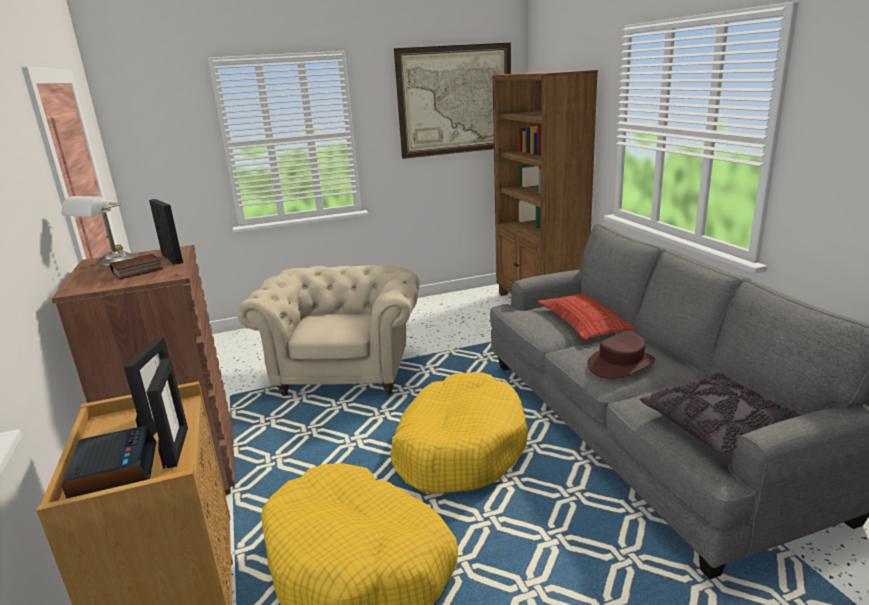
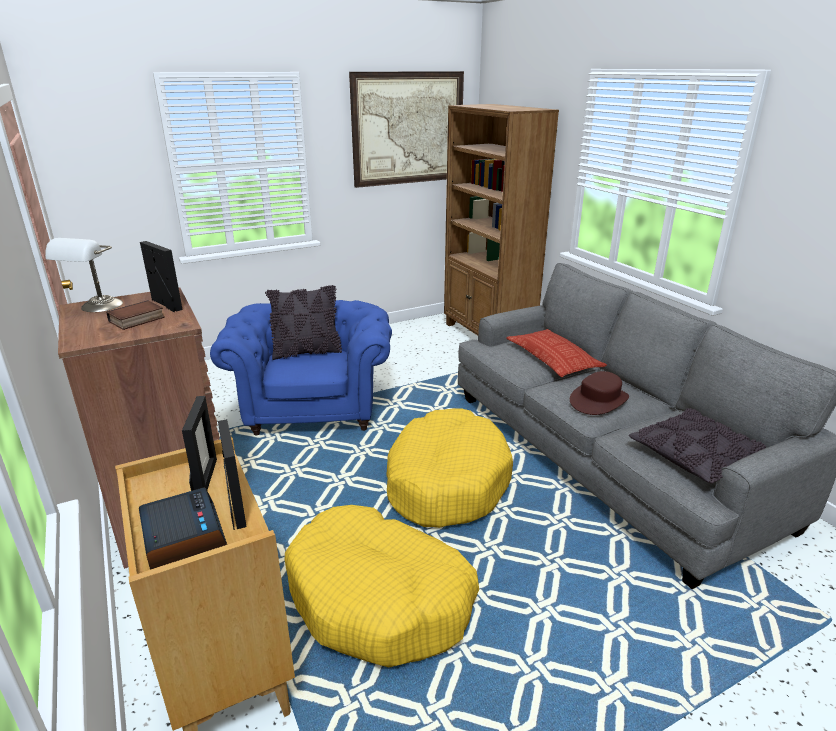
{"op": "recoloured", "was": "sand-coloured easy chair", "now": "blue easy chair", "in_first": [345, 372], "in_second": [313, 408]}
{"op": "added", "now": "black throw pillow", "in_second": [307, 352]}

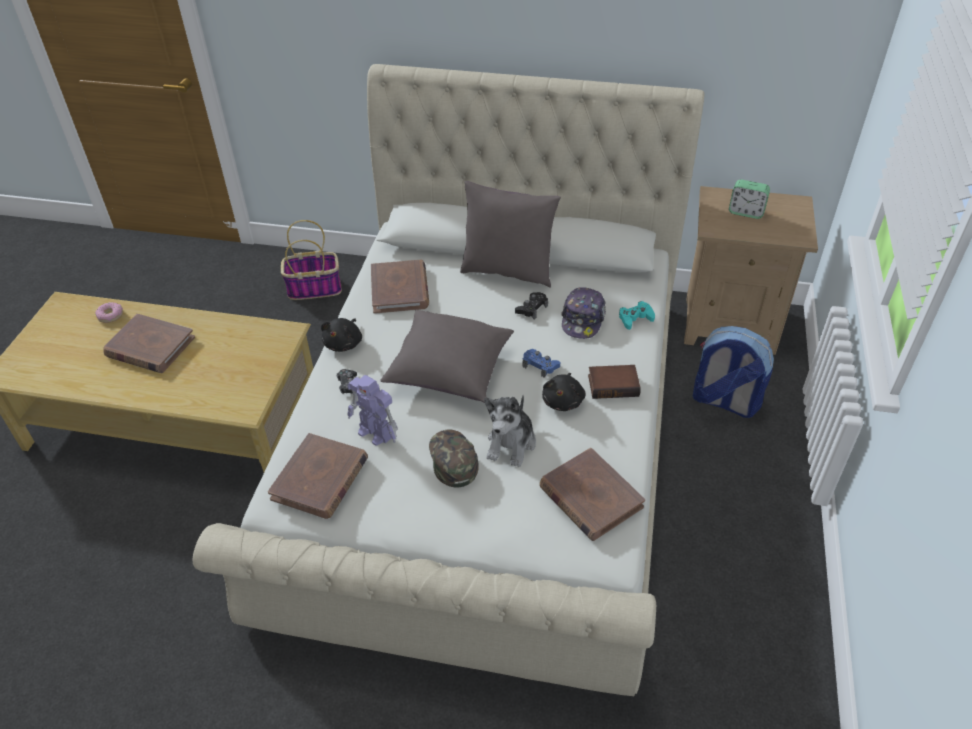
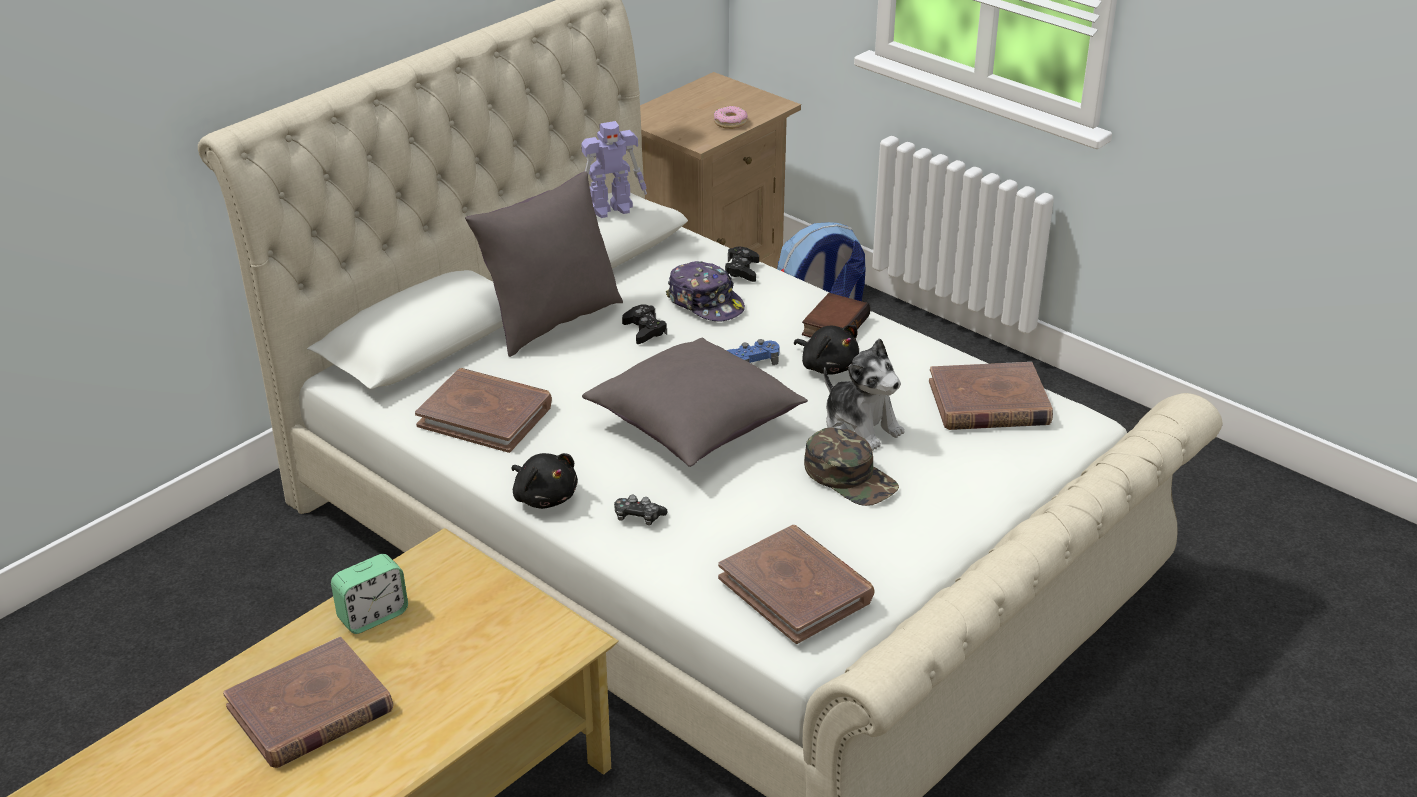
{"op": "moved", "was": "alarm clock", "in_first": [746, 212], "in_second": [373, 616]}
{"op": "moved", "was": "toy robot", "in_first": [376, 433], "in_second": [612, 208]}
{"op": "moved", "was": "ring doughnut", "in_first": [110, 315], "in_second": [730, 122]}
{"op": "recoloured", "was": "blue-green joypad", "now": "black joypad", "in_first": [635, 318], "in_second": [742, 270]}
{"op": "turned", "was": "green baseball cap", "in_first": [452, 459], "in_second": [850, 476], "clockwise": -150}
{"op": "removed", "was": "household basket", "in_first": [315, 288]}

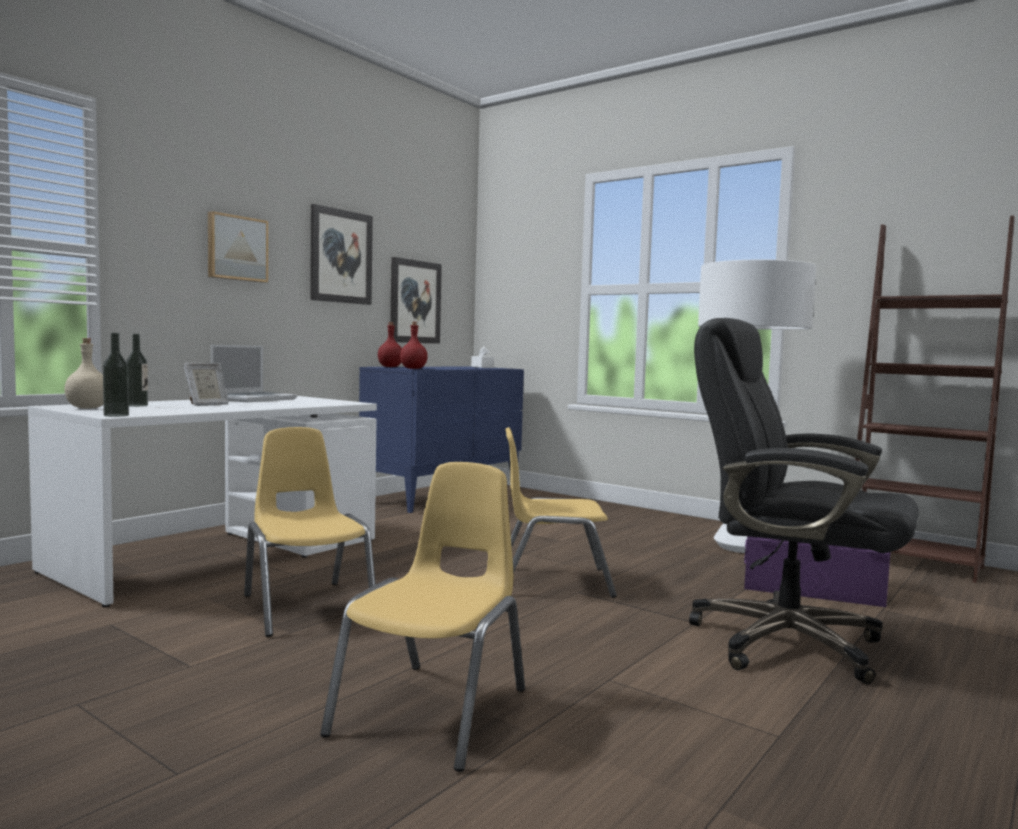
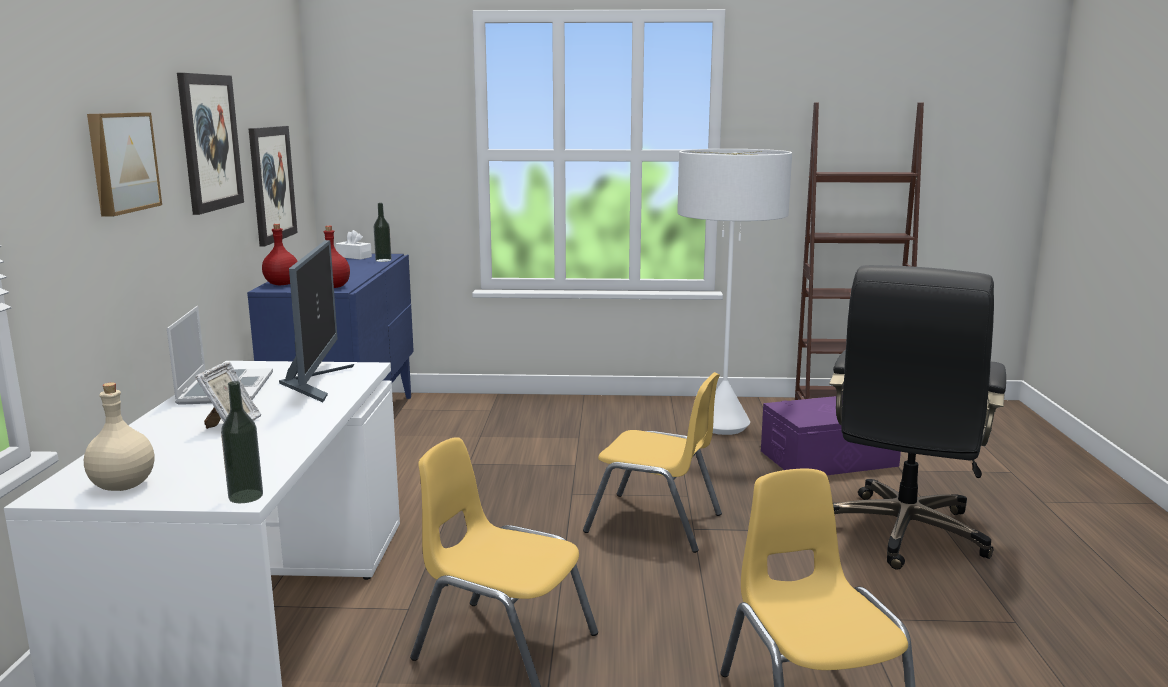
{"op": "added", "now": "monitor", "in_second": [315, 382]}
{"op": "moved", "was": "drink bottle", "in_first": [137, 405], "in_second": [383, 260]}
{"op": "turned", "was": "yellow plain chair", "in_first": [552, 581], "in_second": [654, 523], "clockwise": -120}
{"op": "turned", "was": "black office chair", "in_first": [790, 644], "in_second": [903, 529], "clockwise": -60}

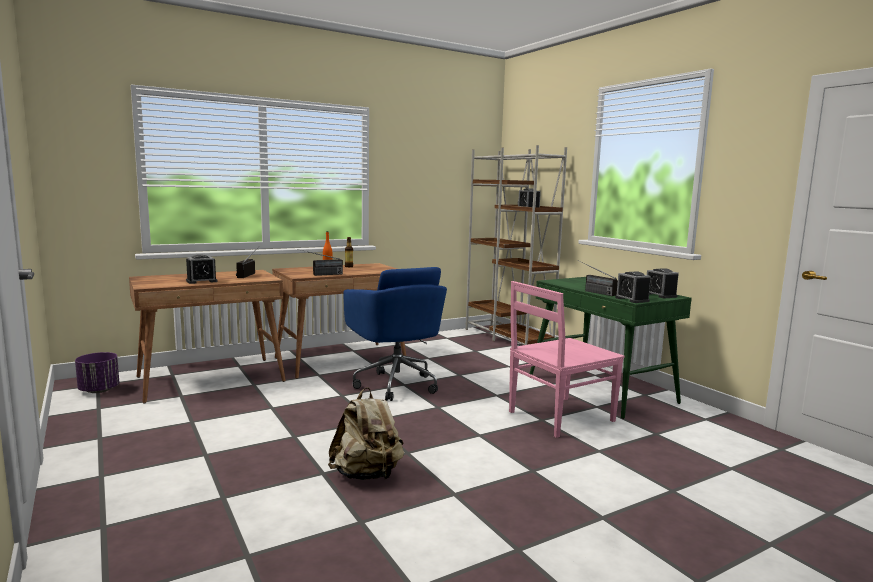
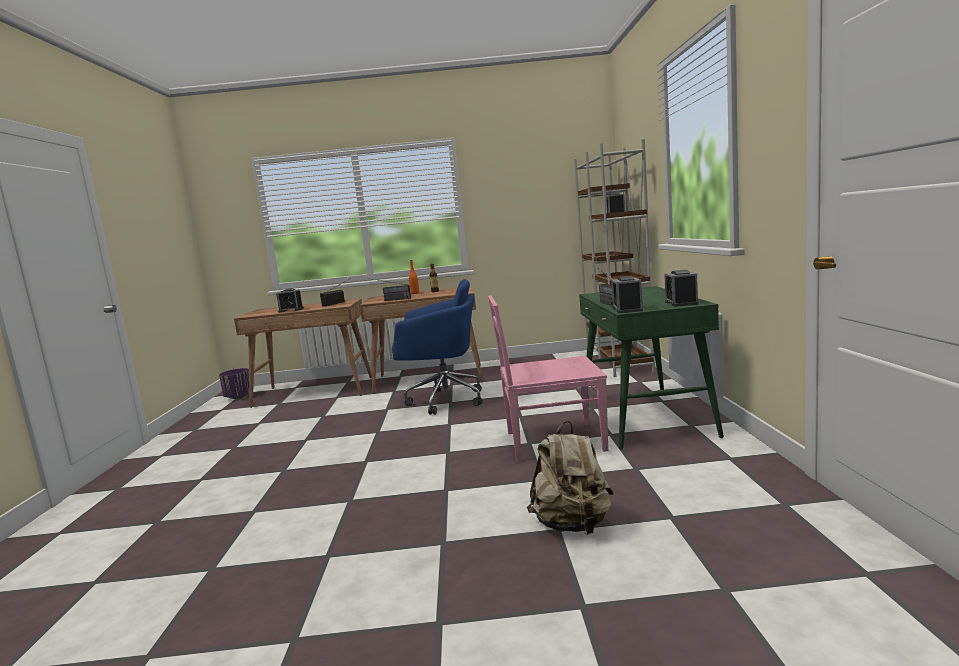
{"op": "turned", "was": "blue office chair", "in_first": [394, 384], "in_second": [442, 401], "clockwise": -90}
{"op": "moved", "was": "sand-coloured knapsack", "in_first": [367, 475], "in_second": [572, 525]}

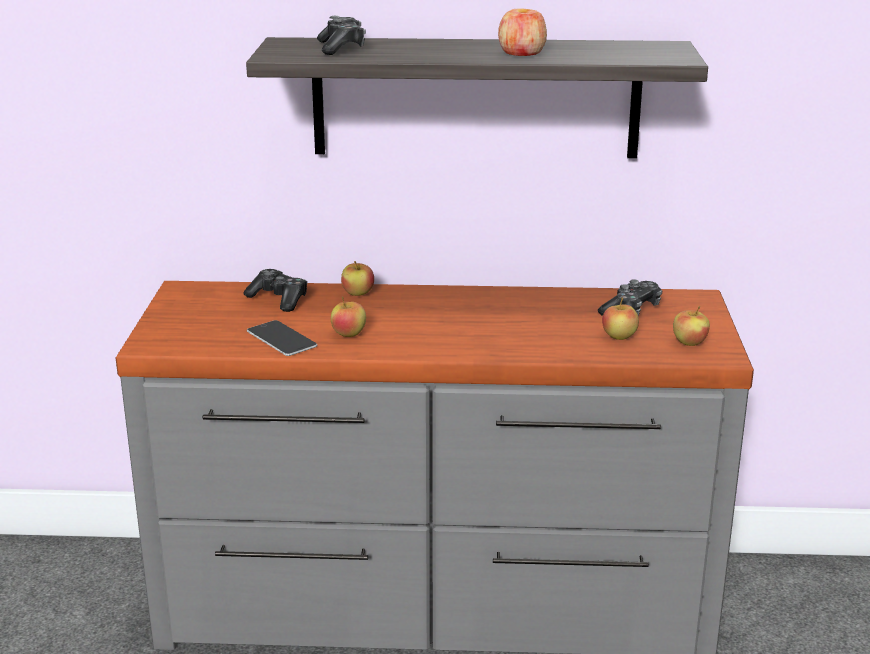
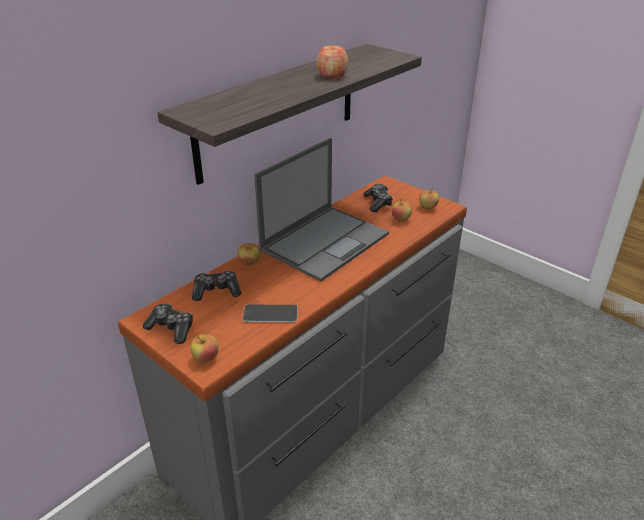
{"op": "moved", "was": "joypad", "in_first": [341, 48], "in_second": [171, 329]}
{"op": "moved", "was": "whole apple", "in_first": [348, 334], "in_second": [206, 358]}
{"op": "added", "now": "portable computer", "in_second": [325, 241]}

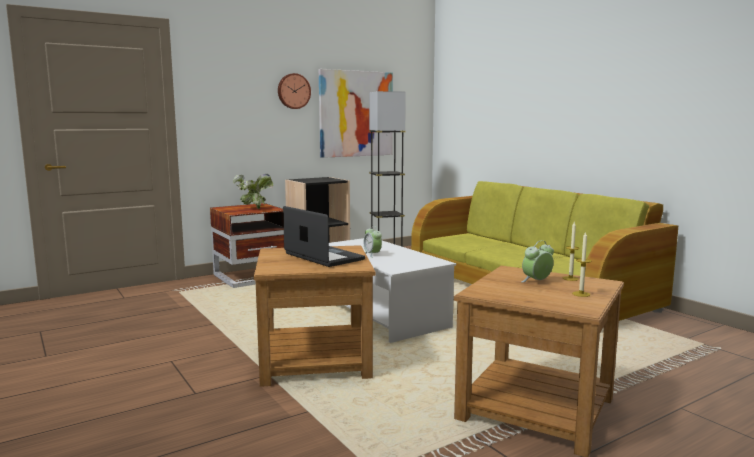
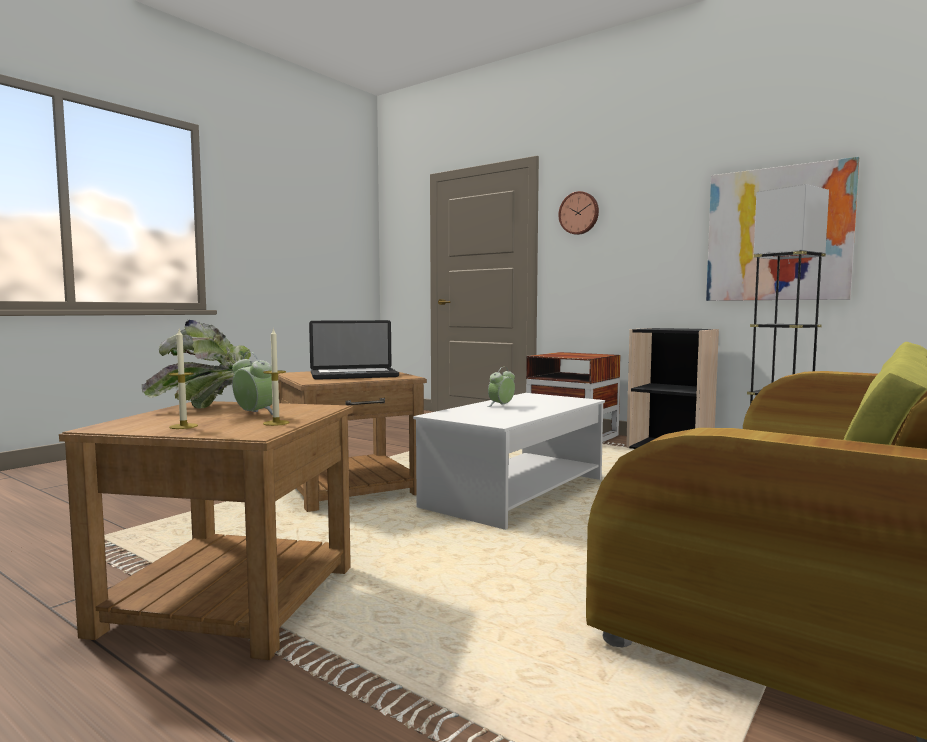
{"op": "moved", "was": "plant in a pot", "in_first": [253, 208], "in_second": [208, 406]}
{"op": "turned", "was": "portable computer", "in_first": [323, 257], "in_second": [354, 375], "clockwise": 45}
{"op": "moved", "was": "clock on the wall", "in_first": [293, 91], "in_second": [579, 213]}

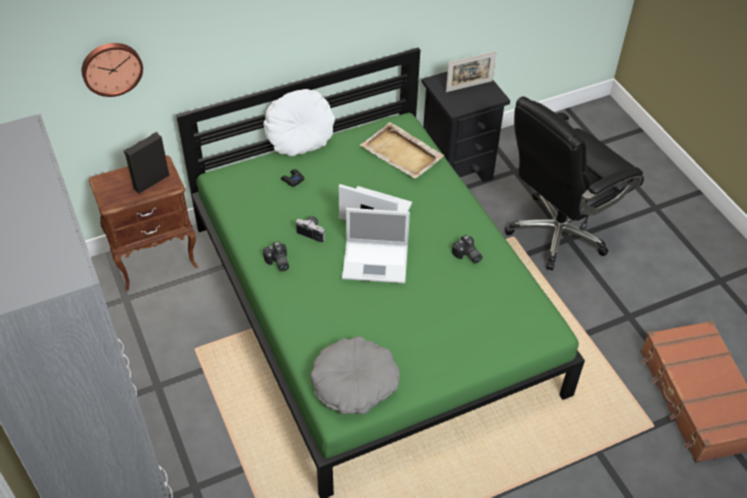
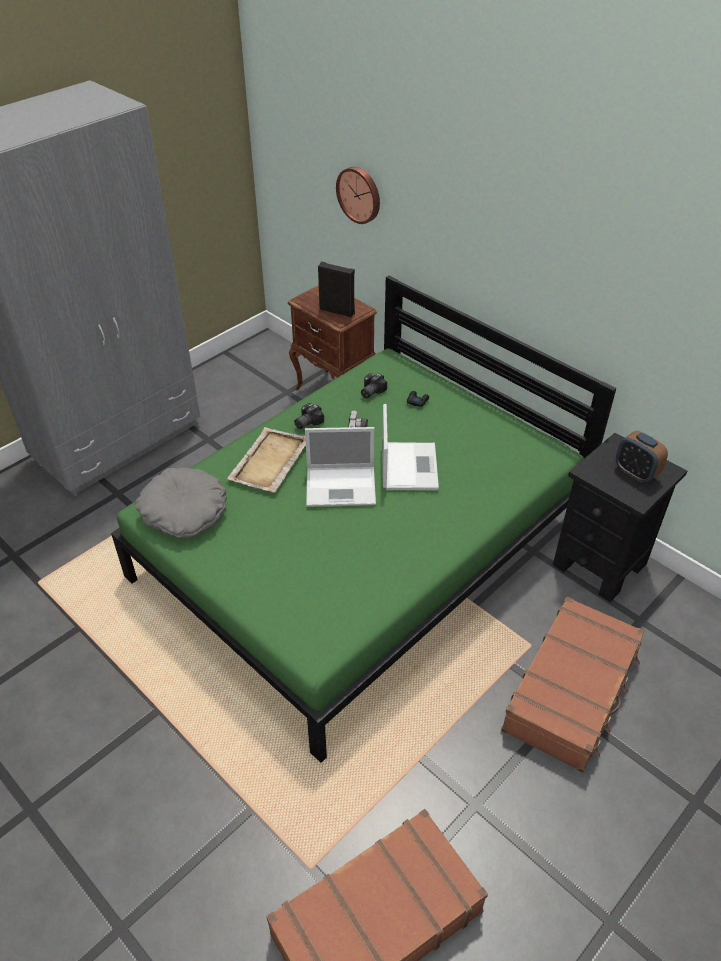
{"op": "moved", "was": "sand-coloured serving tray", "in_first": [402, 153], "in_second": [269, 462]}
{"op": "turned", "was": "portable computer", "in_first": [376, 262], "in_second": [342, 486], "clockwise": -75}
{"op": "moved", "was": "photo camera", "in_first": [467, 256], "in_second": [370, 391]}
{"op": "replaced", "was": "black office chair", "now": "brown travel case", "in_first": [559, 231], "in_second": [572, 691]}
{"op": "replaced", "was": "photo frame", "now": "alarm clock", "in_first": [469, 86], "in_second": [635, 472]}
{"op": "removed", "was": "whitish throw pillow", "in_first": [300, 145]}

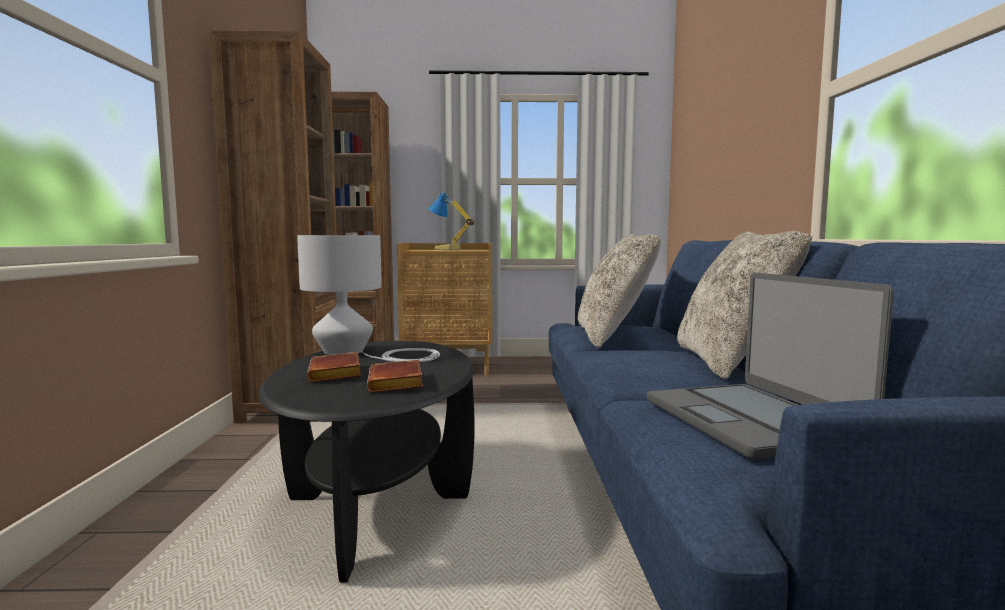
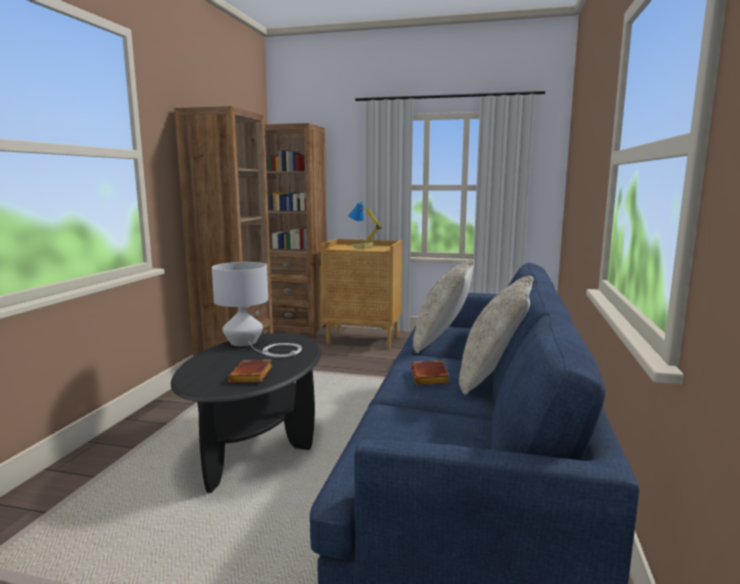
{"op": "moved", "was": "brown bound book", "in_first": [337, 374], "in_second": [431, 377]}
{"op": "removed", "was": "portable computer", "in_first": [751, 420]}

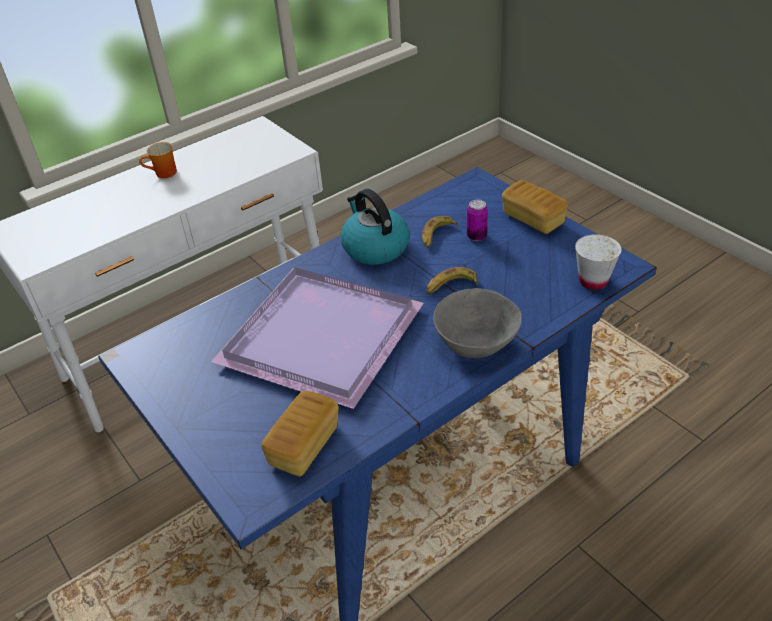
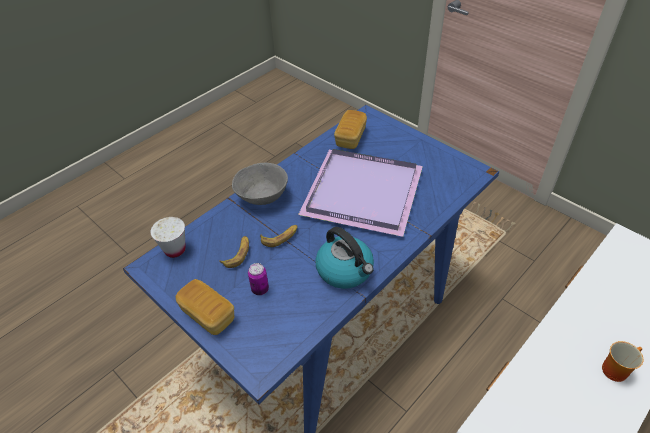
{"op": "moved", "was": "banana fruit", "in_first": [436, 236], "in_second": [237, 254]}

